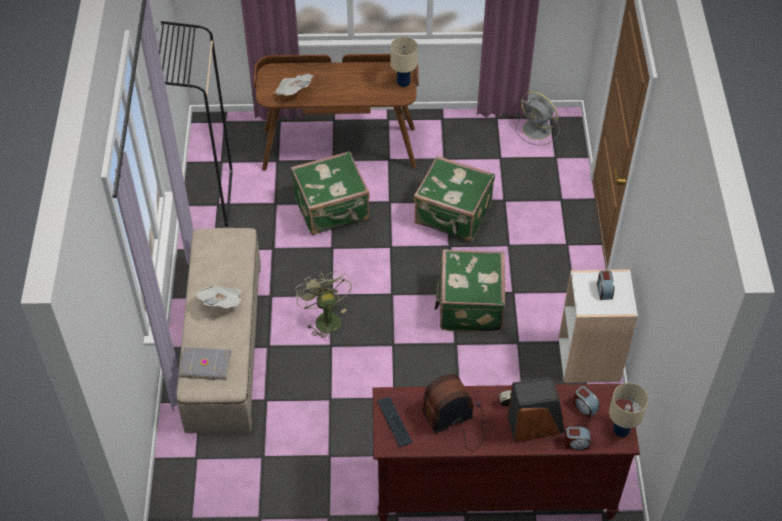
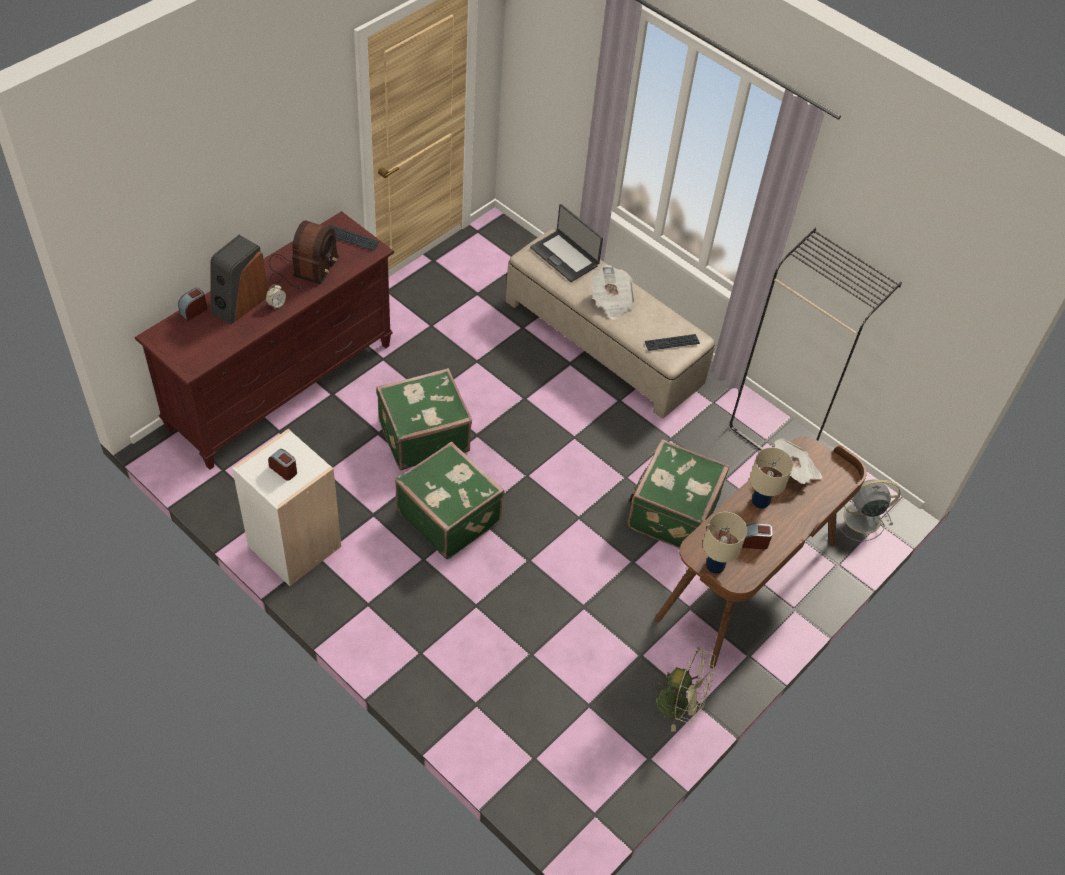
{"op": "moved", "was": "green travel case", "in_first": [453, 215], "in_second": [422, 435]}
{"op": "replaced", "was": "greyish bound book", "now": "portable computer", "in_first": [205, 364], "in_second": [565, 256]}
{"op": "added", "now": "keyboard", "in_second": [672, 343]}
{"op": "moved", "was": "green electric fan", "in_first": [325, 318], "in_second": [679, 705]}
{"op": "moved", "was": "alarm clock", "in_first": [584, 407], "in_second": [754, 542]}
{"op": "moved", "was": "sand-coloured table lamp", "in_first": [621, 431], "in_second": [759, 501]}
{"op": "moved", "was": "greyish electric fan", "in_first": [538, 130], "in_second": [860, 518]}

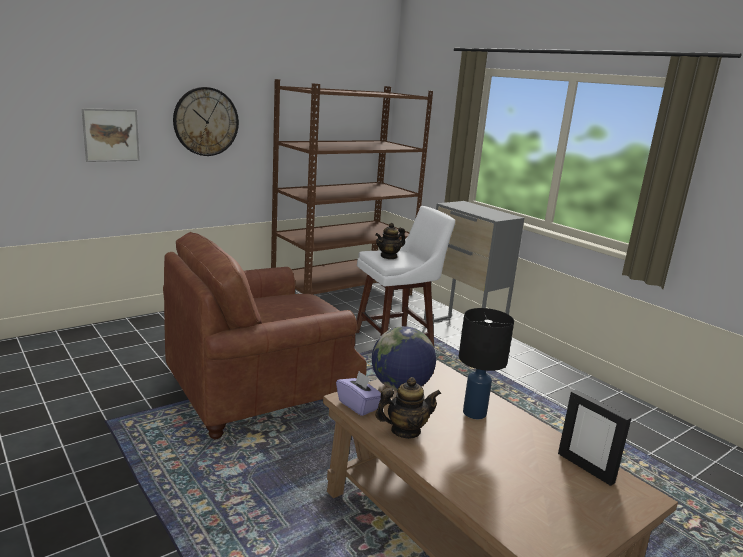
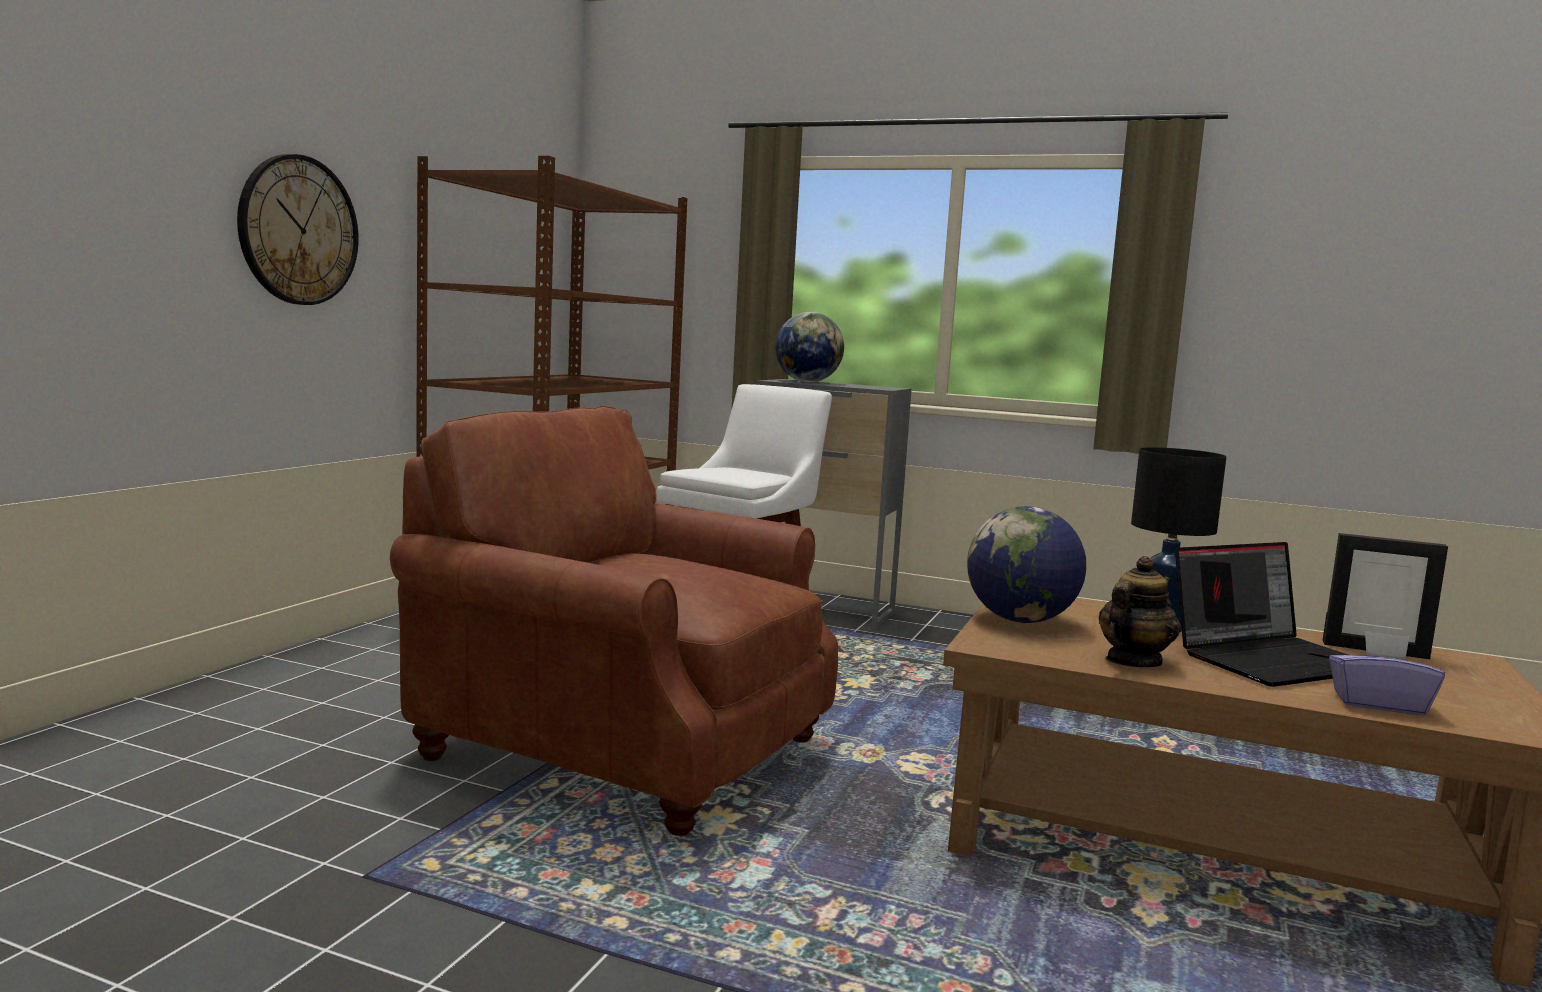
{"op": "turned", "was": "brown easy chair", "in_first": [261, 391], "in_second": [623, 749], "clockwise": 90}
{"op": "added", "now": "globe", "in_second": [807, 382]}
{"op": "added", "now": "portable computer", "in_second": [1271, 659]}
{"op": "moved", "was": "purplish box of tissues", "in_first": [358, 405], "in_second": [1378, 704]}
{"op": "removed", "was": "wall art", "in_first": [111, 135]}
{"op": "removed", "was": "teapot", "in_first": [389, 256]}

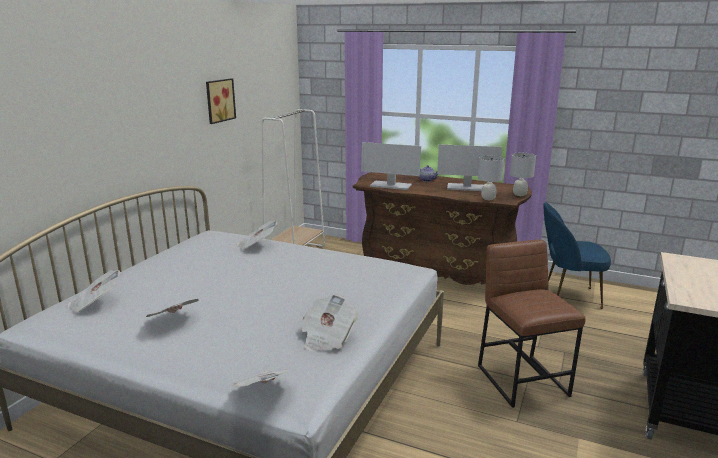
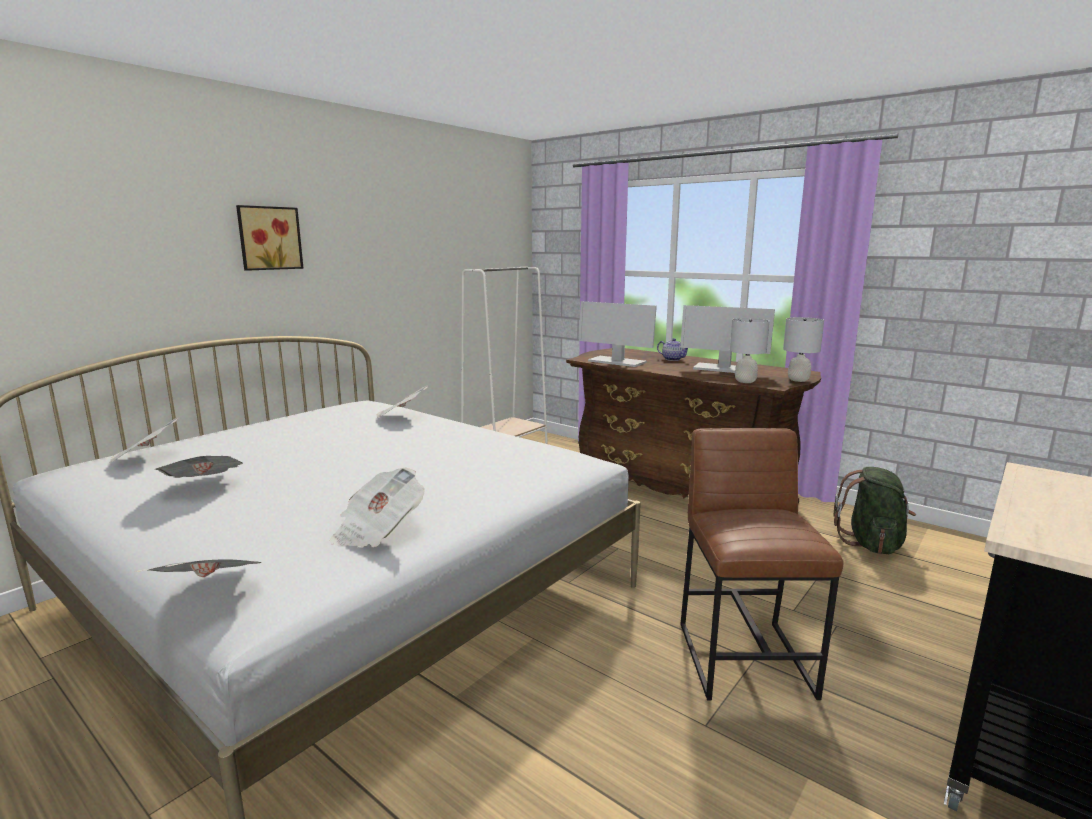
{"op": "moved", "was": "wall art", "in_first": [219, 100], "in_second": [269, 238]}
{"op": "replaced", "was": "blue plain chair", "now": "green knapsack", "in_first": [567, 296], "in_second": [871, 544]}

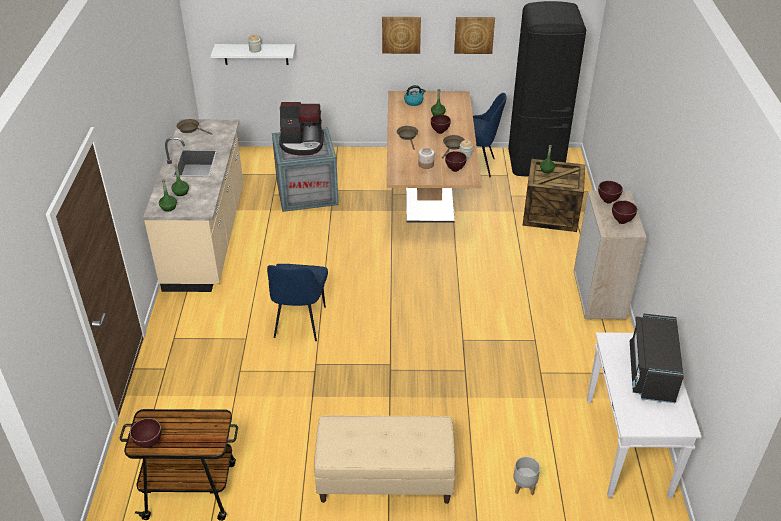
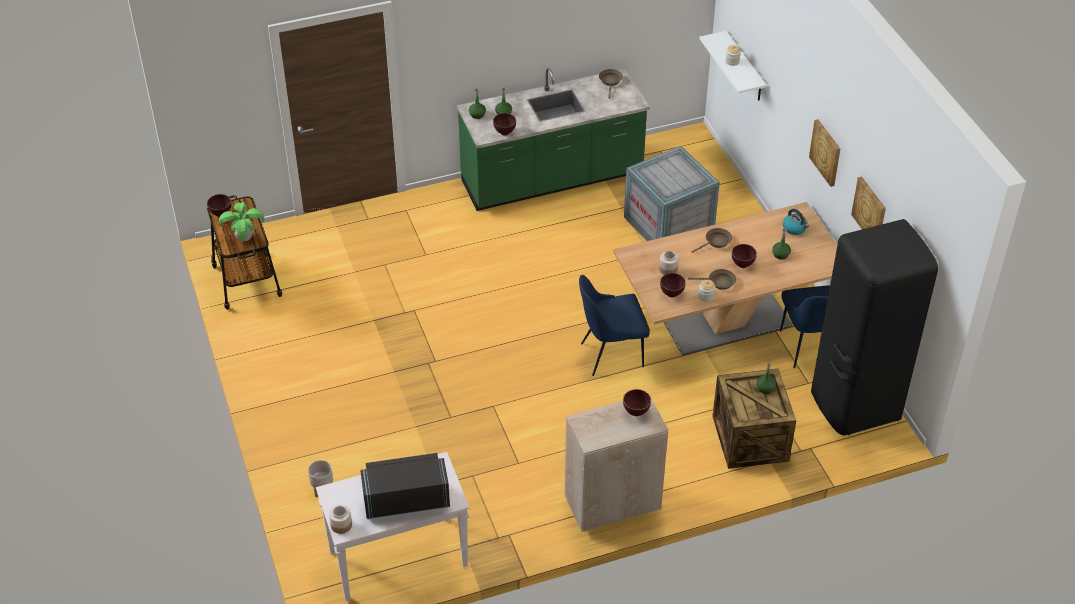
{"op": "added", "now": "plant in a pot", "in_second": [244, 238]}
{"op": "added", "now": "jar", "in_second": [341, 525]}
{"op": "recoloured", "was": "sand-coloured kitchen counter", "now": "green kitchen counter", "in_first": [207, 237], "in_second": [552, 180]}
{"op": "moved", "was": "brown serving bowl", "in_first": [621, 221], "in_second": [504, 132]}
{"op": "moved", "was": "blue plain chair", "in_first": [300, 322], "in_second": [611, 355]}
{"op": "removed", "was": "coffee maker", "in_first": [302, 144]}
{"op": "removed", "was": "sand-coloured long seat", "in_first": [384, 480]}

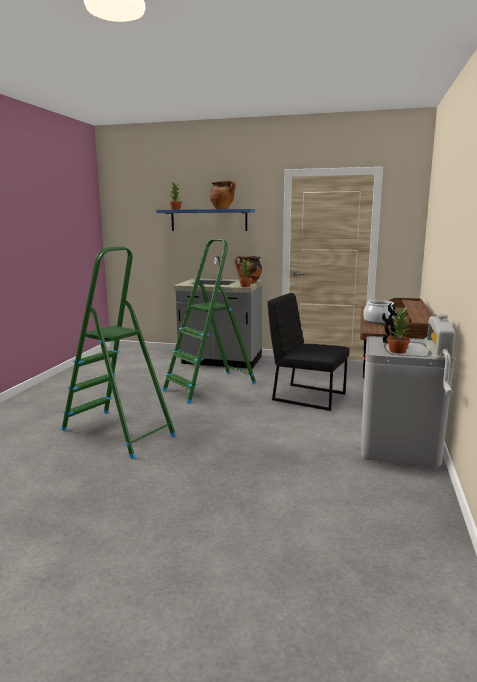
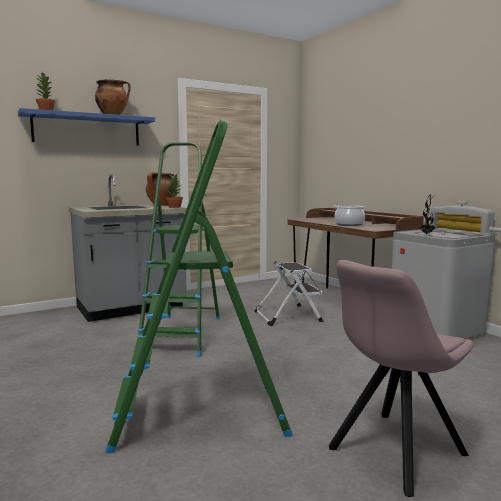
{"op": "replaced", "was": "black plain chair", "now": "step ladder", "in_first": [307, 396], "in_second": [288, 315]}
{"op": "added", "now": "pink plain chair", "in_second": [395, 451]}
{"op": "removed", "was": "plant in a pot", "in_first": [398, 351]}

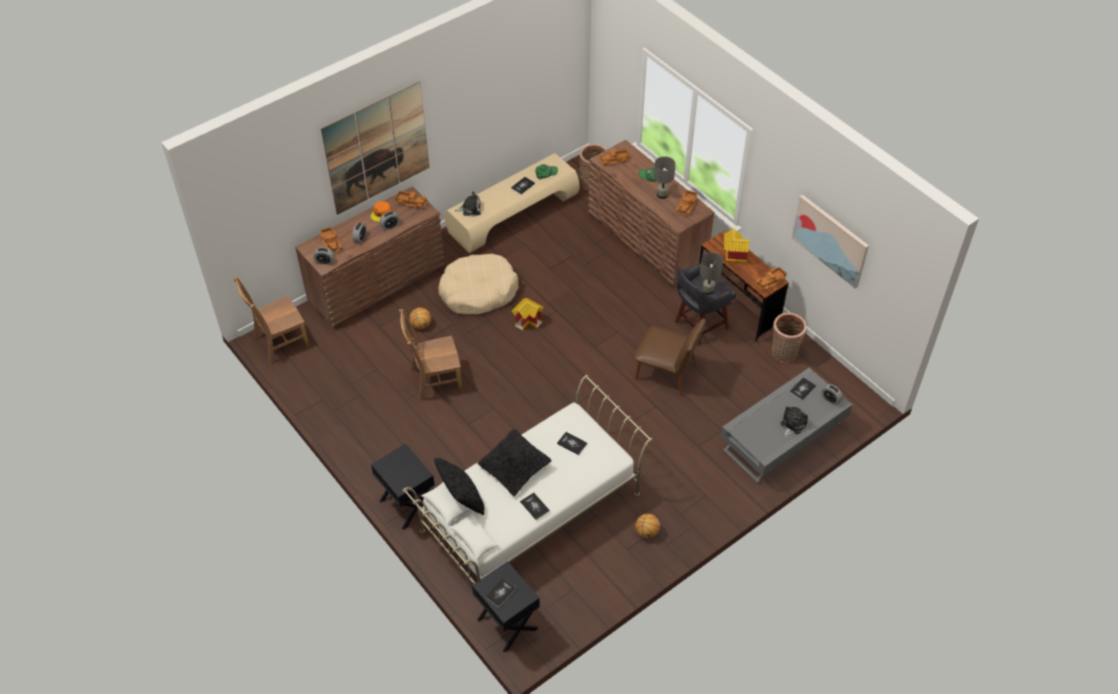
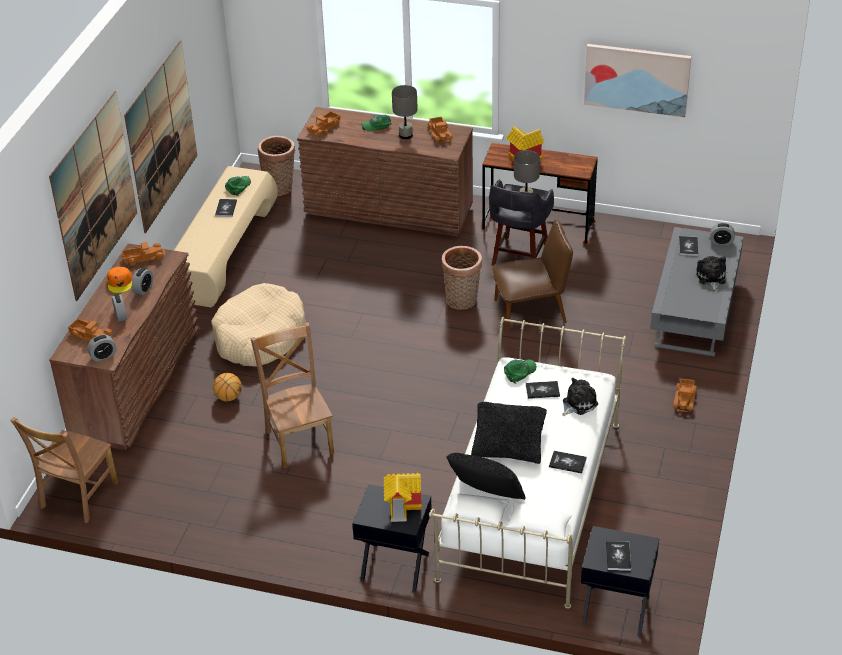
{"op": "added", "now": "wall art", "in_second": [161, 136]}
{"op": "turned", "was": "brown plain chair", "in_first": [434, 380], "in_second": [299, 439], "clockwise": 120}
{"op": "moved", "was": "miniature house", "in_first": [528, 321], "in_second": [403, 506]}
{"op": "moved", "was": "household basket", "in_first": [784, 354], "in_second": [462, 301]}
{"op": "added", "now": "green baseball cap", "in_second": [520, 371]}
{"op": "moved", "was": "cuddly toy", "in_first": [470, 209], "in_second": [578, 403]}
{"op": "moved", "was": "model truck", "in_first": [771, 282], "in_second": [685, 399]}
{"op": "removed", "was": "basketball ball", "in_first": [646, 532]}

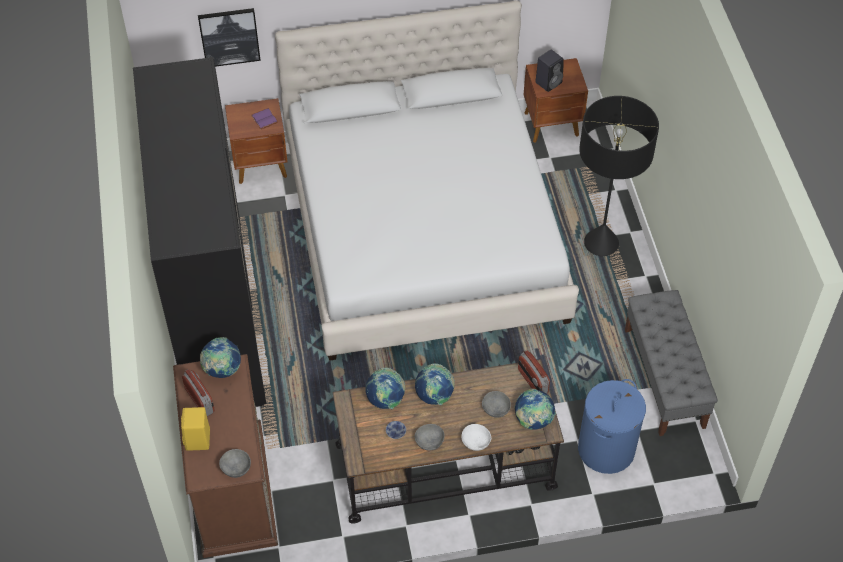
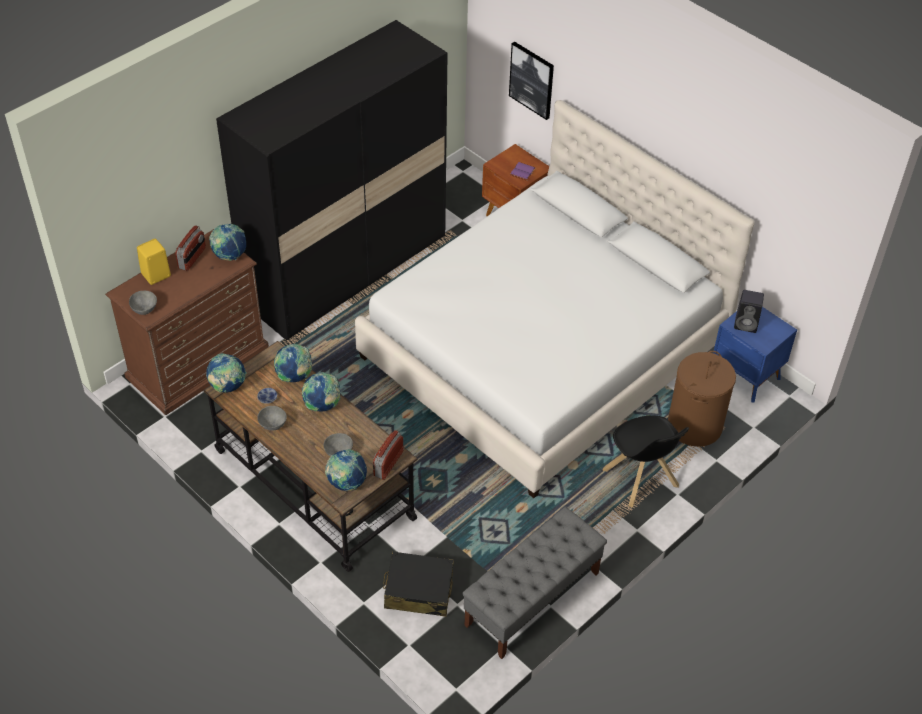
{"op": "added", "now": "globe", "in_second": [227, 387]}
{"op": "replaced", "was": "blue hamper", "now": "black travel case", "in_first": [606, 449], "in_second": [418, 591]}
{"op": "replaced", "was": "black standing lamp", "now": "black plain chair", "in_first": [601, 245], "in_second": [641, 479]}
{"op": "added", "now": "brown hamper", "in_second": [695, 426]}
{"op": "recoloured", "was": "brown nightstand", "now": "blue nightstand", "in_first": [552, 125], "in_second": [746, 378]}
{"op": "removed", "was": "whitish serving bowl", "in_first": [476, 443]}

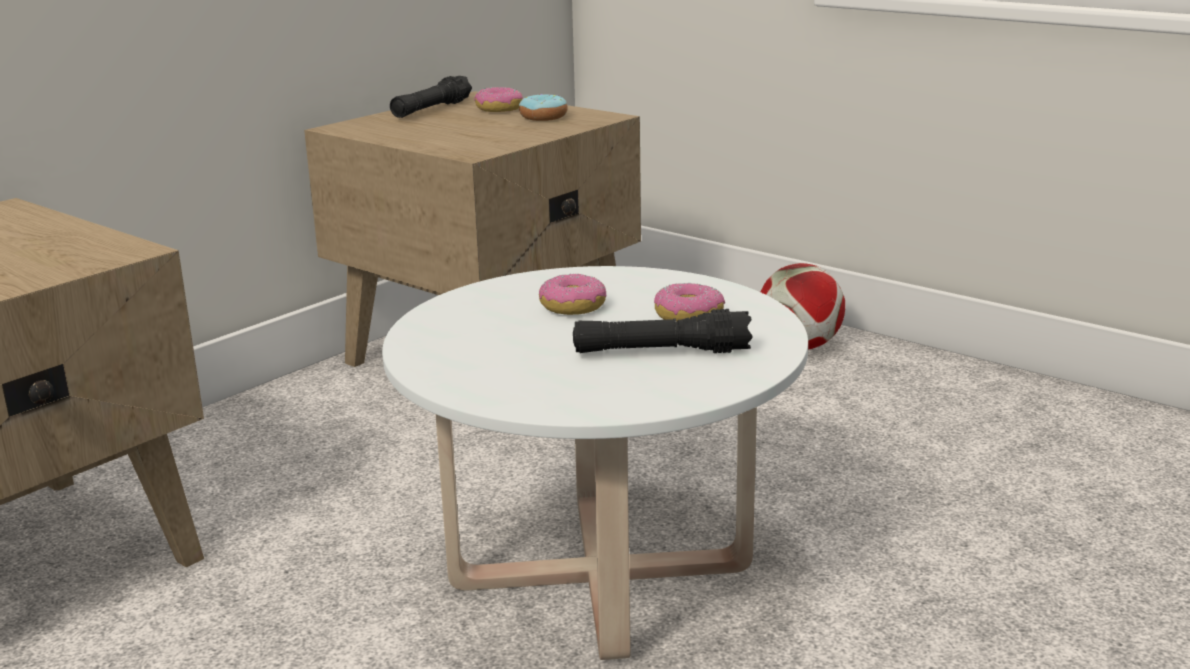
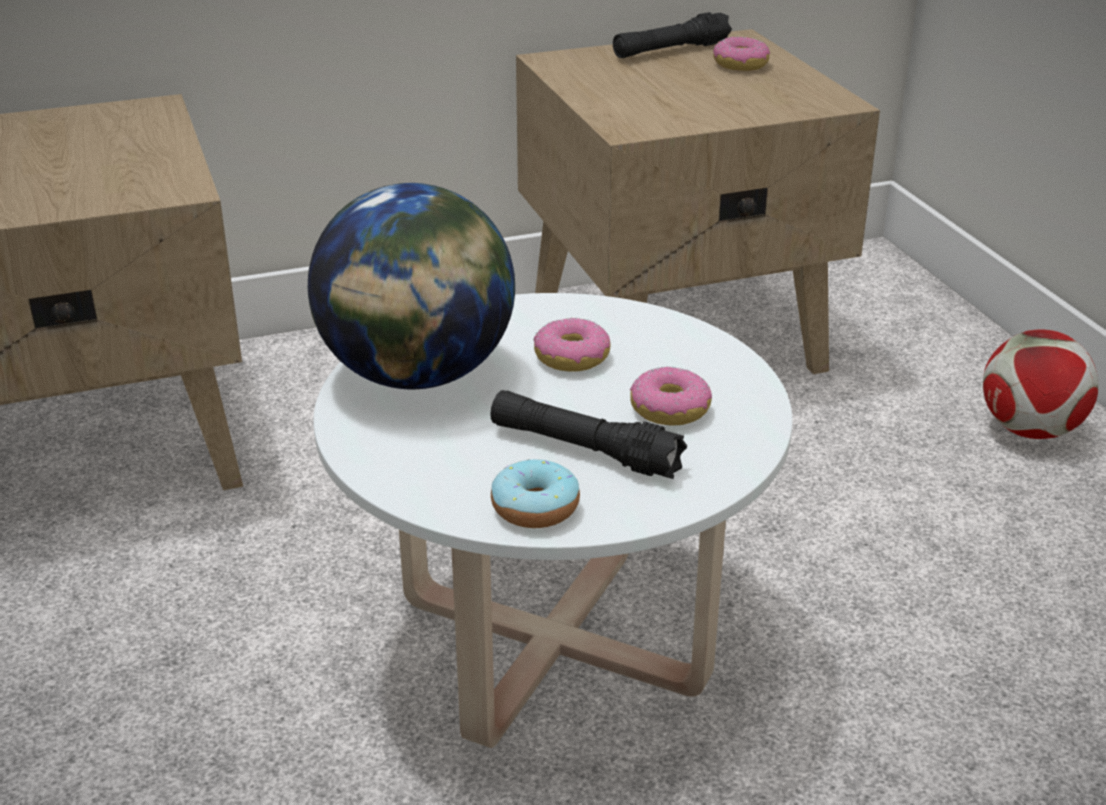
{"op": "added", "now": "globe", "in_second": [417, 375]}
{"op": "moved", "was": "ring doughnut", "in_first": [543, 117], "in_second": [535, 508]}

